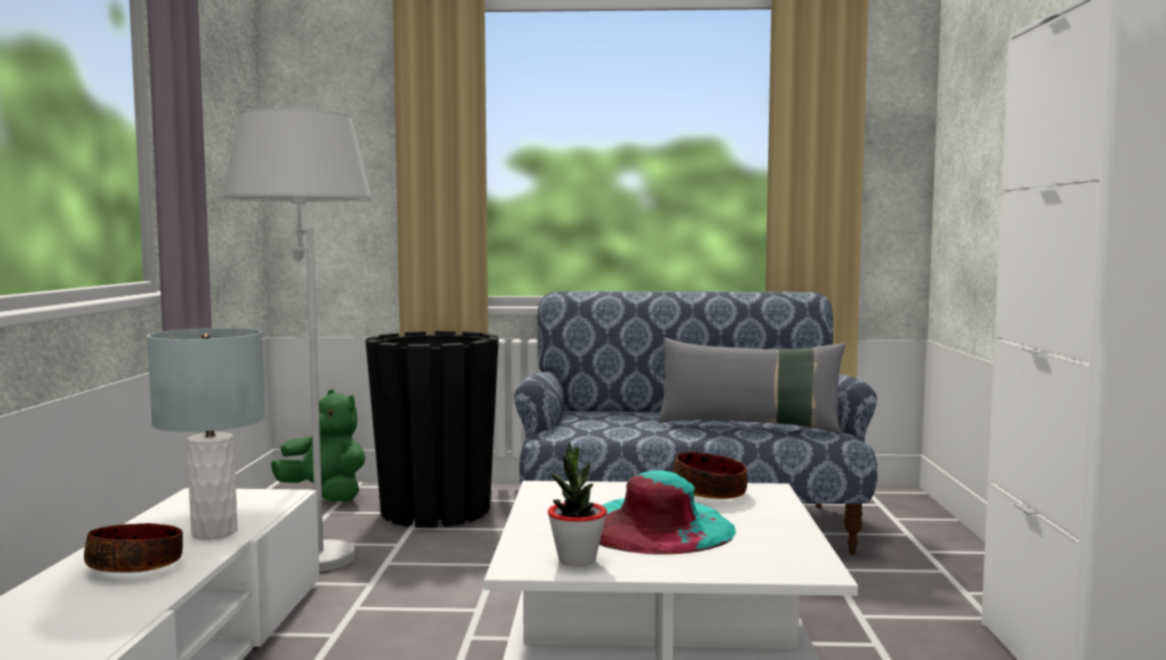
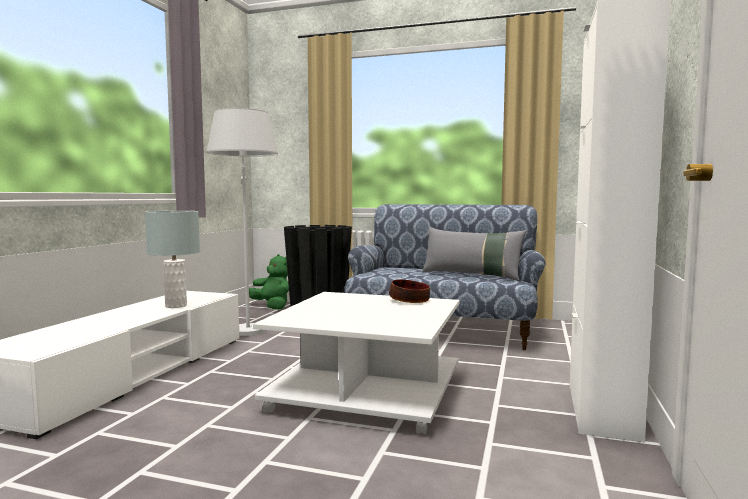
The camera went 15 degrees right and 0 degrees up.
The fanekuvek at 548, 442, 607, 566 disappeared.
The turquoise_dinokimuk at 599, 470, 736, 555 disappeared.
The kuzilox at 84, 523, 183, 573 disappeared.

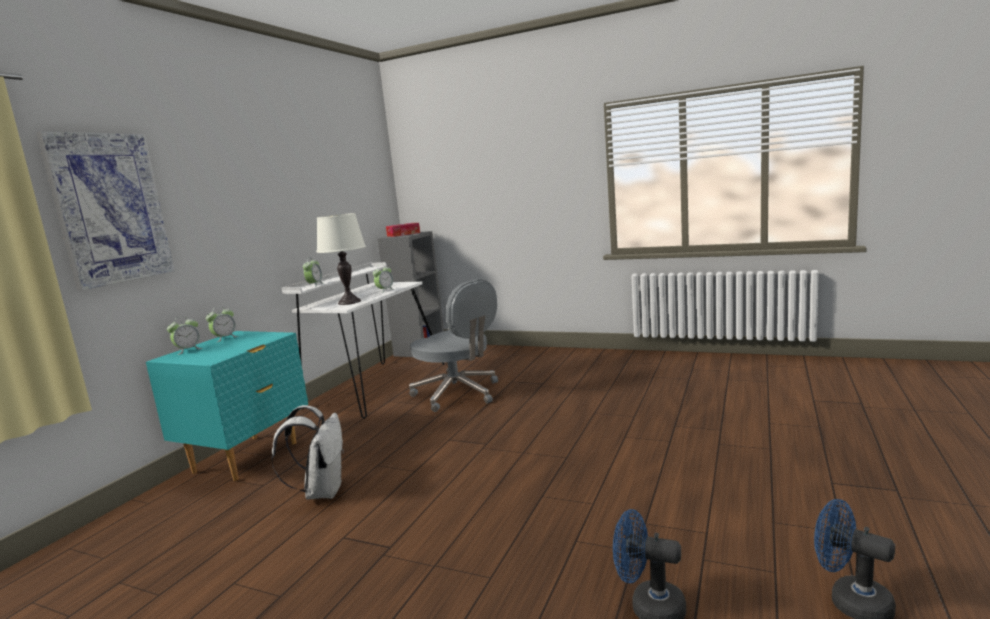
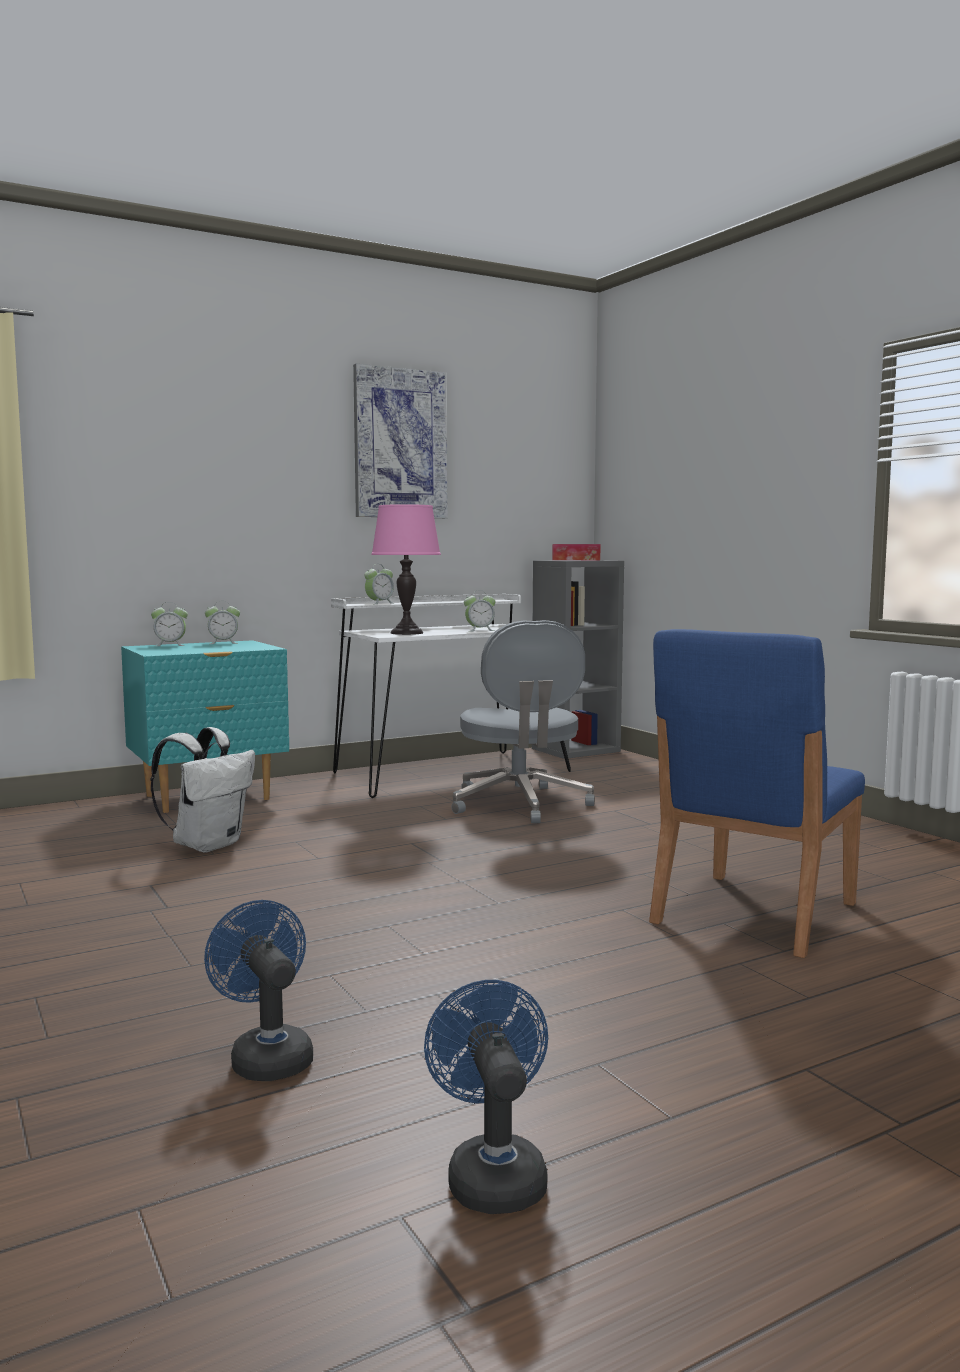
The camera went 35 degrees right and 5 degrees down.
The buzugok moved from 36, 131, 175, 290 to 353, 363, 447, 518.
The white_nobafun at 316, 213, 366, 305 became the pink_nobafun at 371, 504, 441, 635.
The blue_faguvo at 649, 629, 865, 958 appeared.

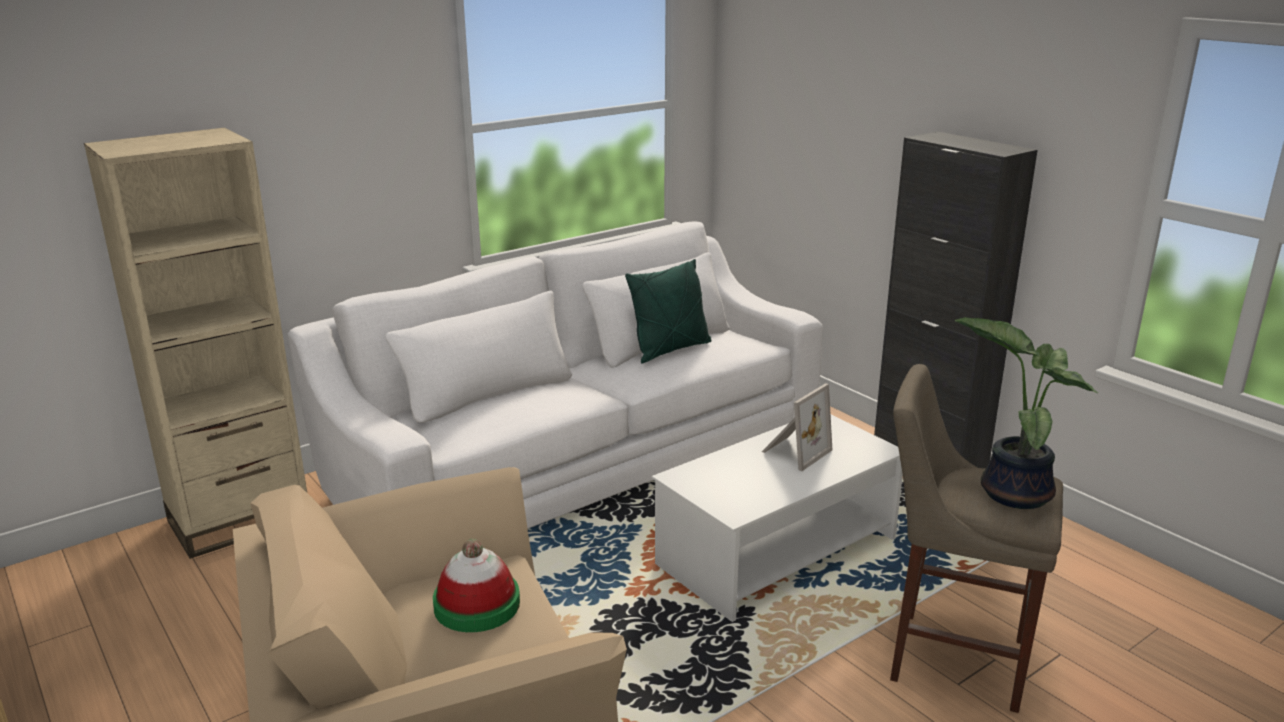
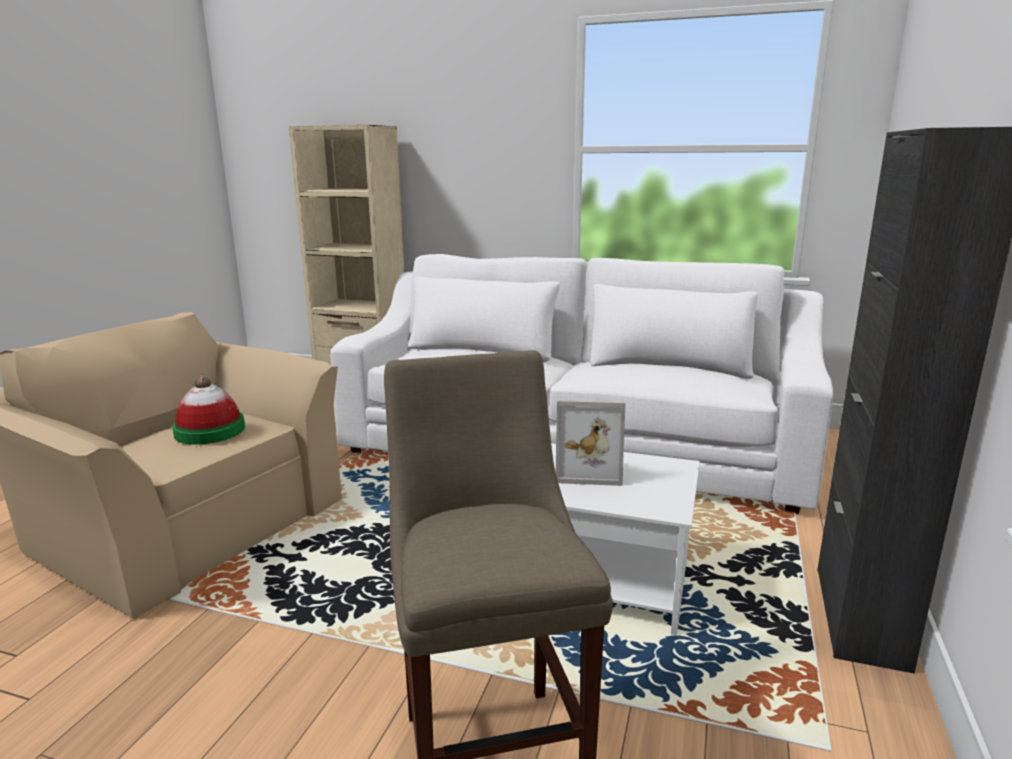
The camera went 55 degrees right and 5 degrees down.
The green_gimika at 625, 259, 712, 363 disappeared.
The fanekuvek at 955, 317, 1098, 509 disappeared.

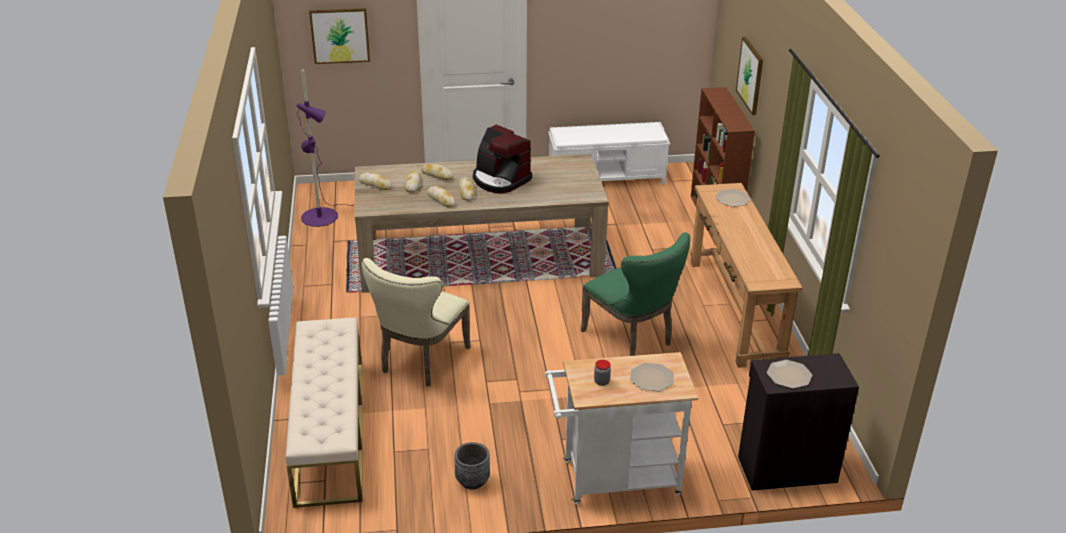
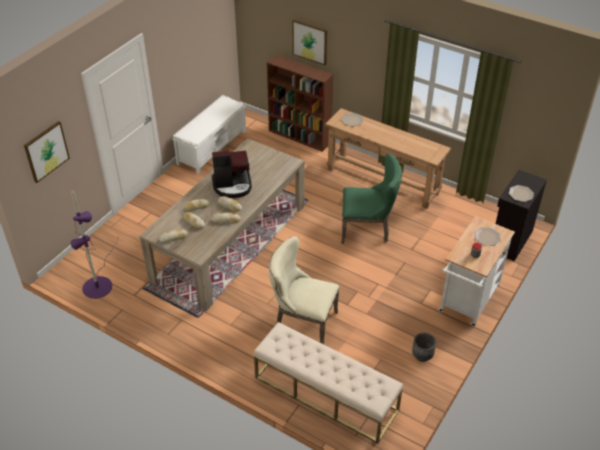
The camera went 50 degrees left and 10 degrees up.
The beige_faguvo at 362, 258, 471, 386 turned 135 degrees clockwise.

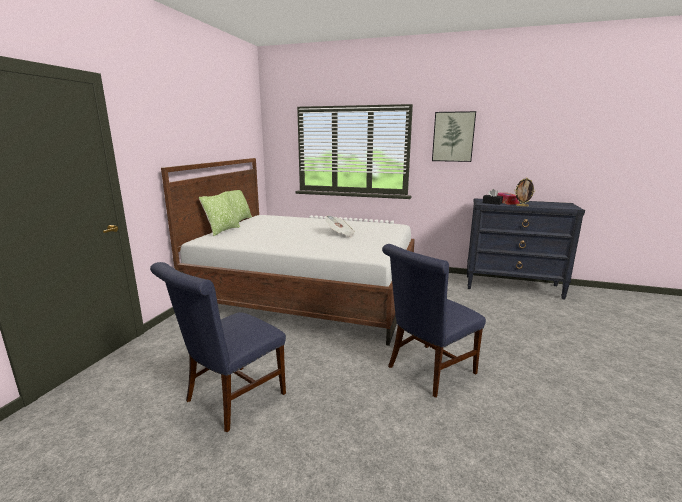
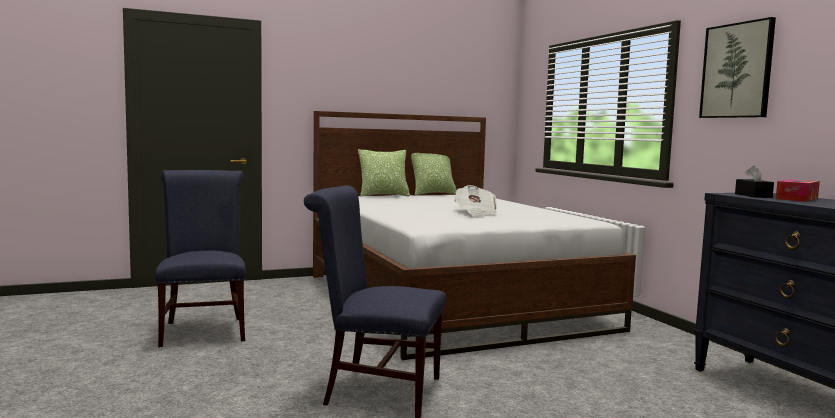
The camera went 50 degrees right and 10 degrees down.
The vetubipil at 514, 178, 535, 207 disappeared.
The blue_faguvo at 150, 262, 286, 433 turned 75 degrees clockwise.

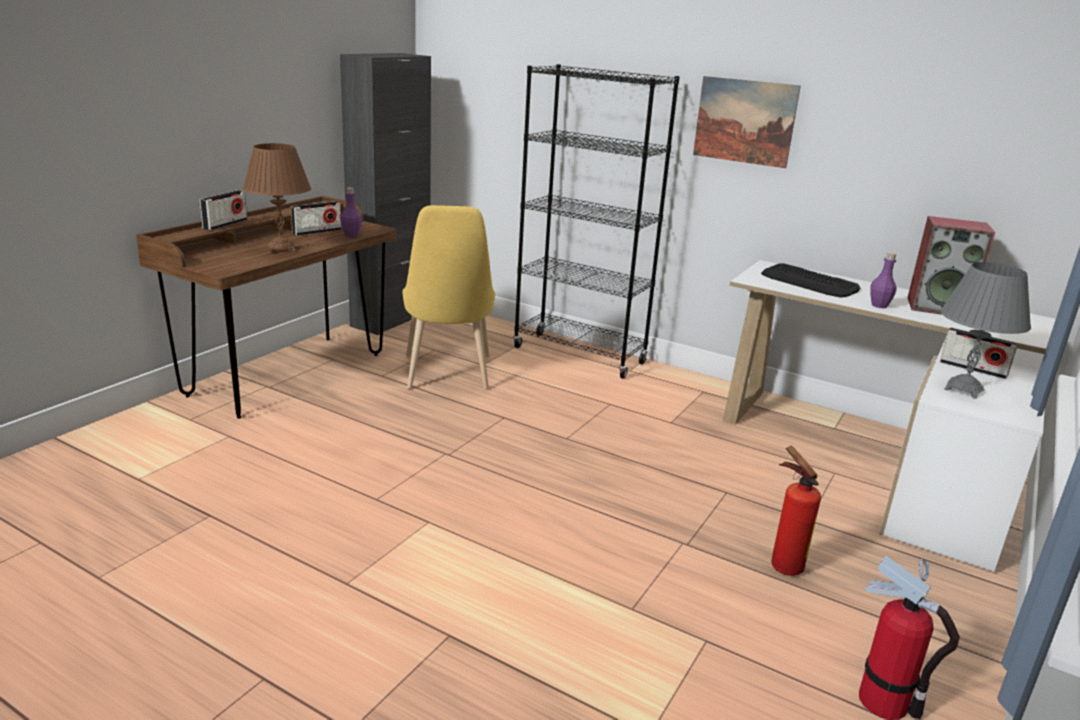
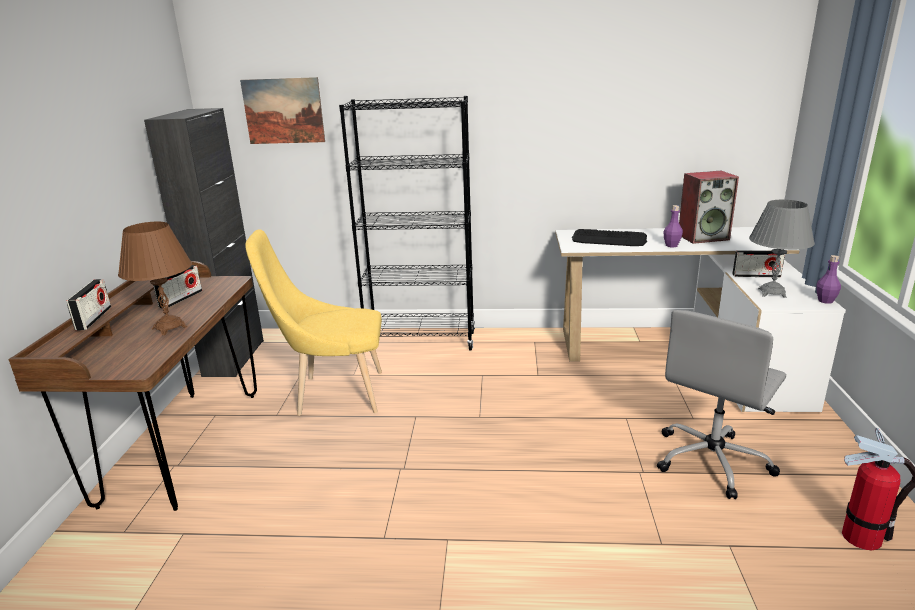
The camera went 25 degrees left and 0 degrees up.
The buzugok moved from 693, 76, 801, 168 to 240, 77, 325, 144.
The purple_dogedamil moved from 340, 187, 362, 237 to 817, 255, 841, 304.
The yellow_faguvo at 403, 205, 495, 389 turned 120 degrees clockwise.
The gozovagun at 771, 445, 821, 576 was replaced by the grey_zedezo at 657, 310, 786, 499.

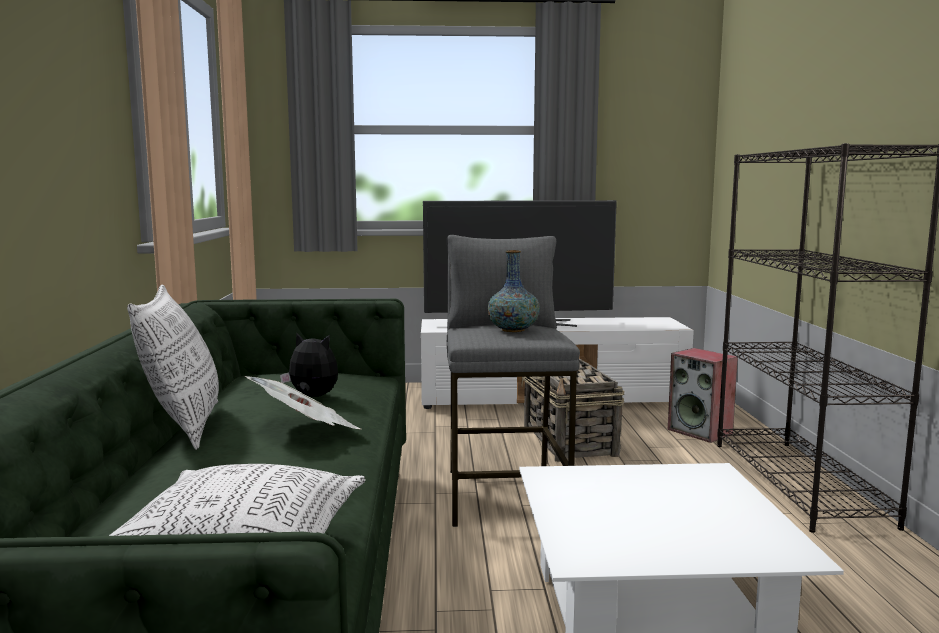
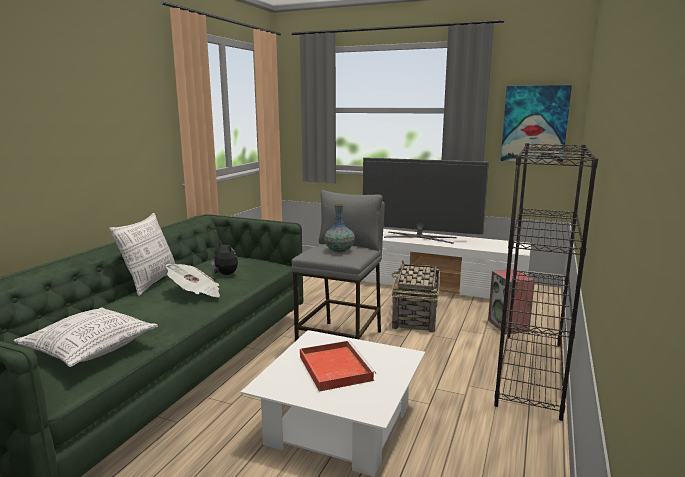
The camera went 25 degrees right and 5 degrees up.
The buzugok at 501, 85, 572, 163 appeared.
The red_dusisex at 300, 341, 376, 392 appeared.

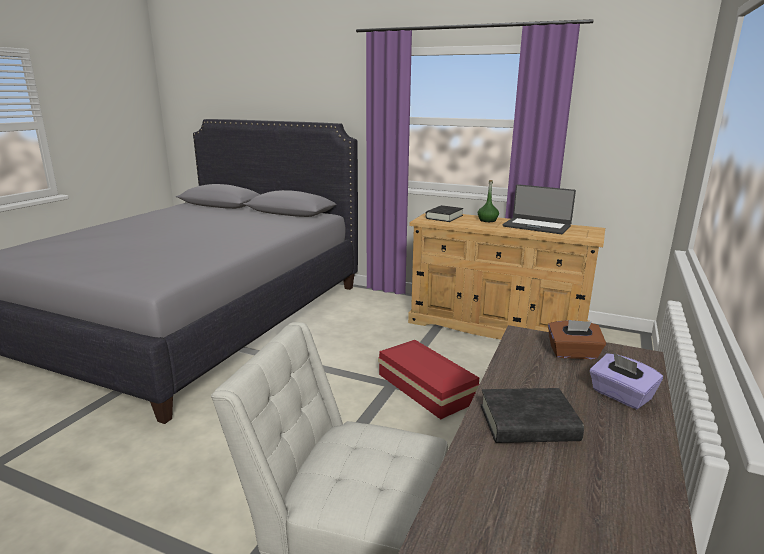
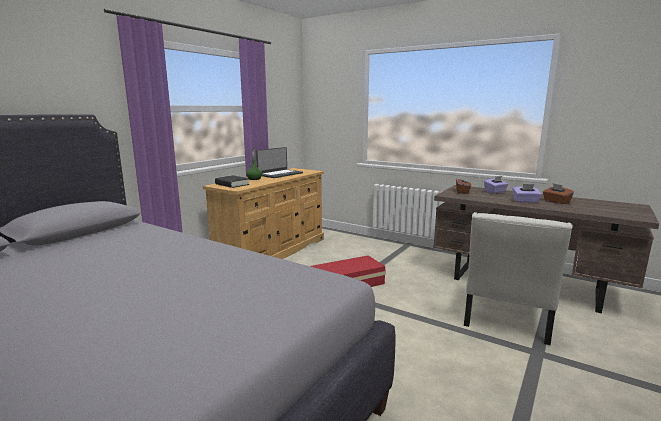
The camera went 80 degrees left and 5 degrees down.
The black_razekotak at 481, 388, 584, 443 was replaced by the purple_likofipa at 513, 184, 542, 203.
The brown_likofipa at 543, 183, 574, 204 appeared.

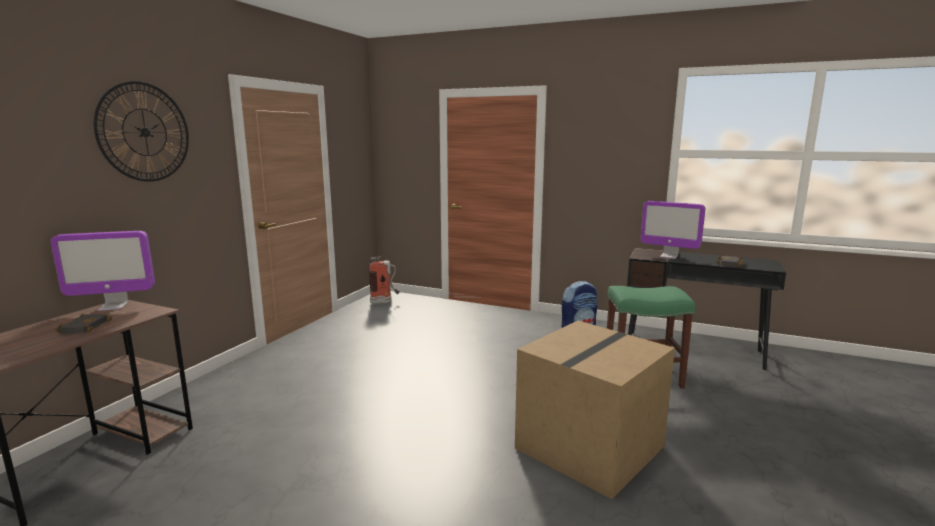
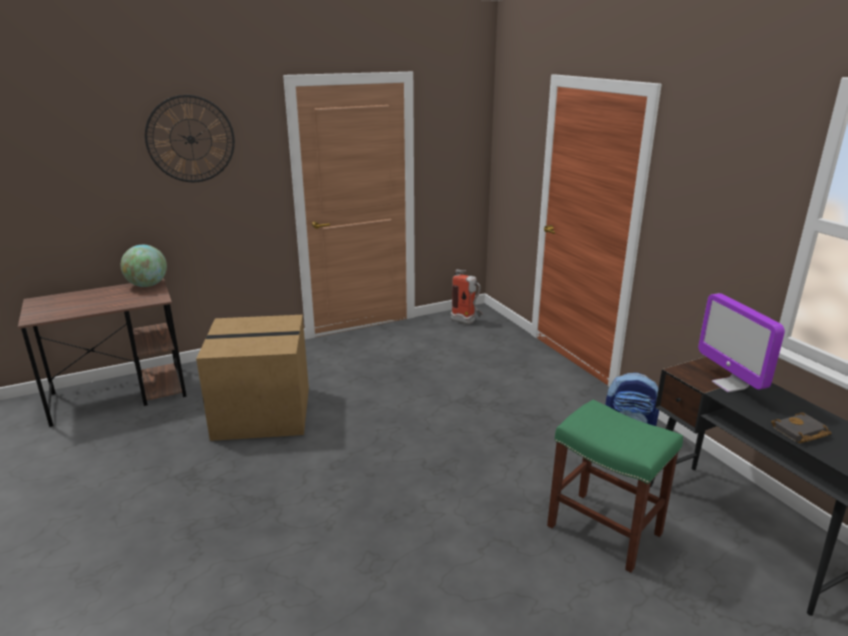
The camera went 40 degrees right and 10 degrees up.
The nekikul at 51, 231, 155, 311 was replaced by the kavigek at 121, 245, 167, 287.
The black_razekotak at 55, 313, 112, 334 disappeared.
The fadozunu moved from 515, 321, 675, 499 to 196, 315, 309, 441.

